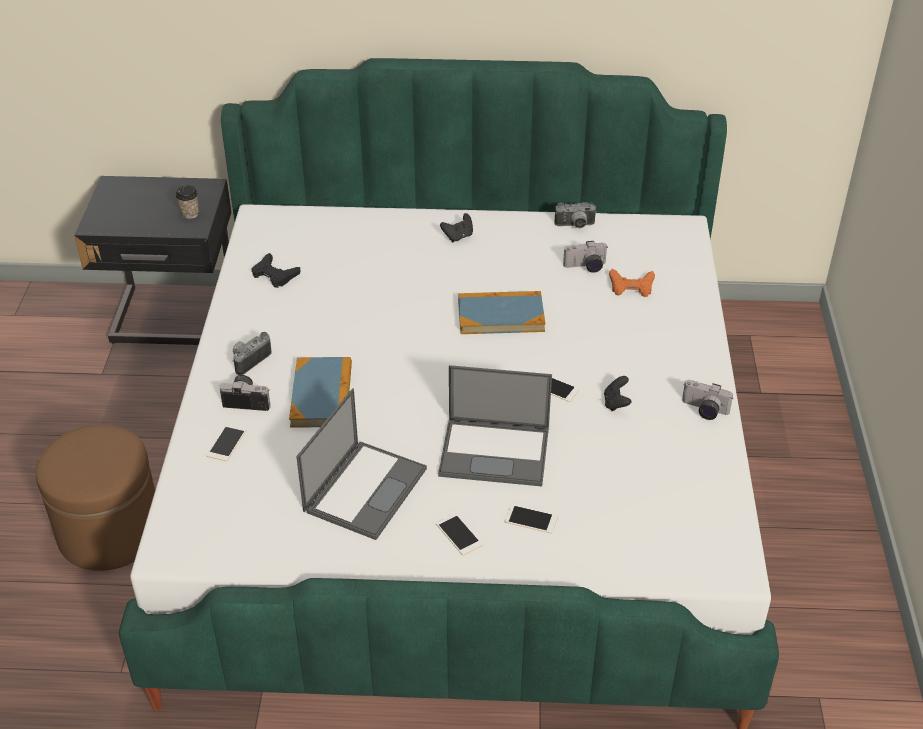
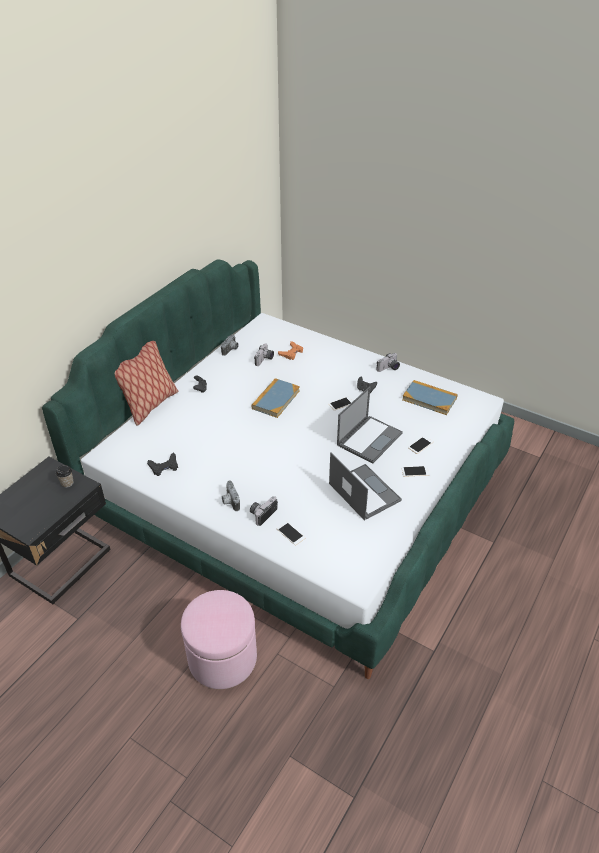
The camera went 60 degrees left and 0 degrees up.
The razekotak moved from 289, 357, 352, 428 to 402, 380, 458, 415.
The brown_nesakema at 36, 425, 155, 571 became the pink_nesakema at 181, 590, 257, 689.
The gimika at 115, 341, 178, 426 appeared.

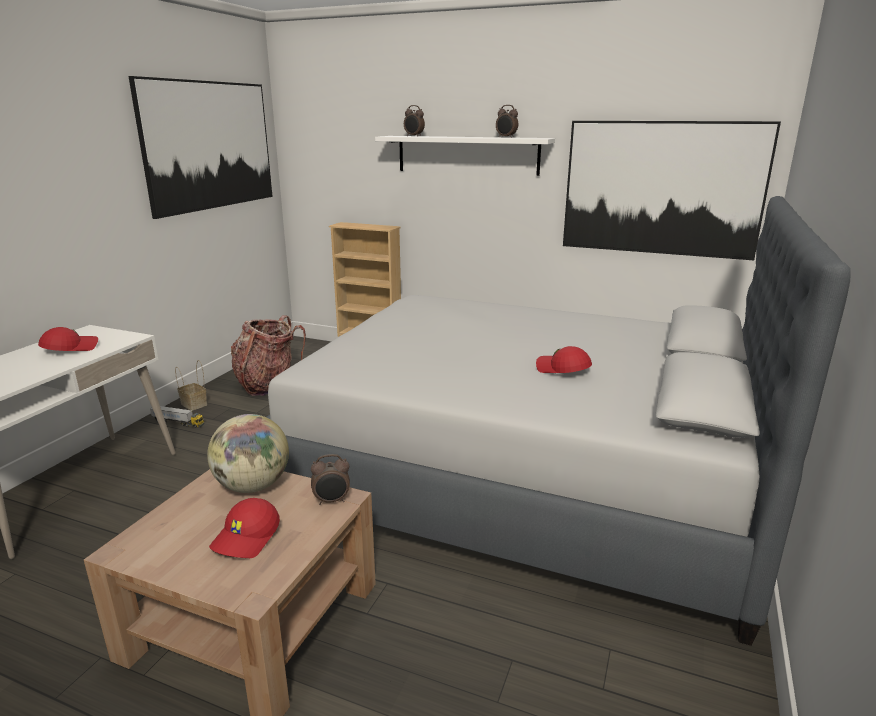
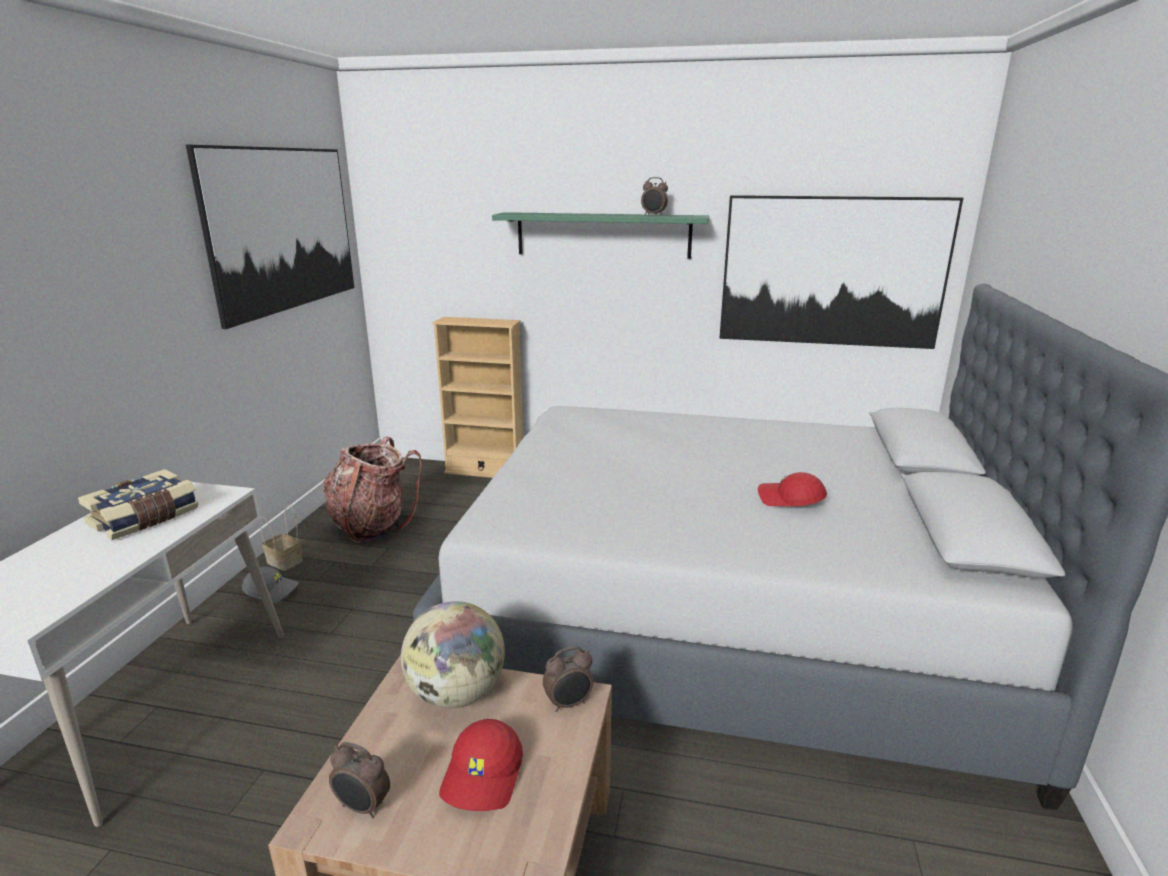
The camera went 10 degrees left and 0 degrees up.
The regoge moved from 404, 105, 425, 136 to 329, 742, 390, 818.
The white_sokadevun at 375, 136, 555, 176 became the green_sokadevun at 492, 212, 709, 259.
The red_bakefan at 38, 327, 98, 351 was replaced by the razekotak at 78, 469, 198, 540.
The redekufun at 150, 406, 204, 428 was replaced by the grey_bakefan at 242, 566, 299, 603.

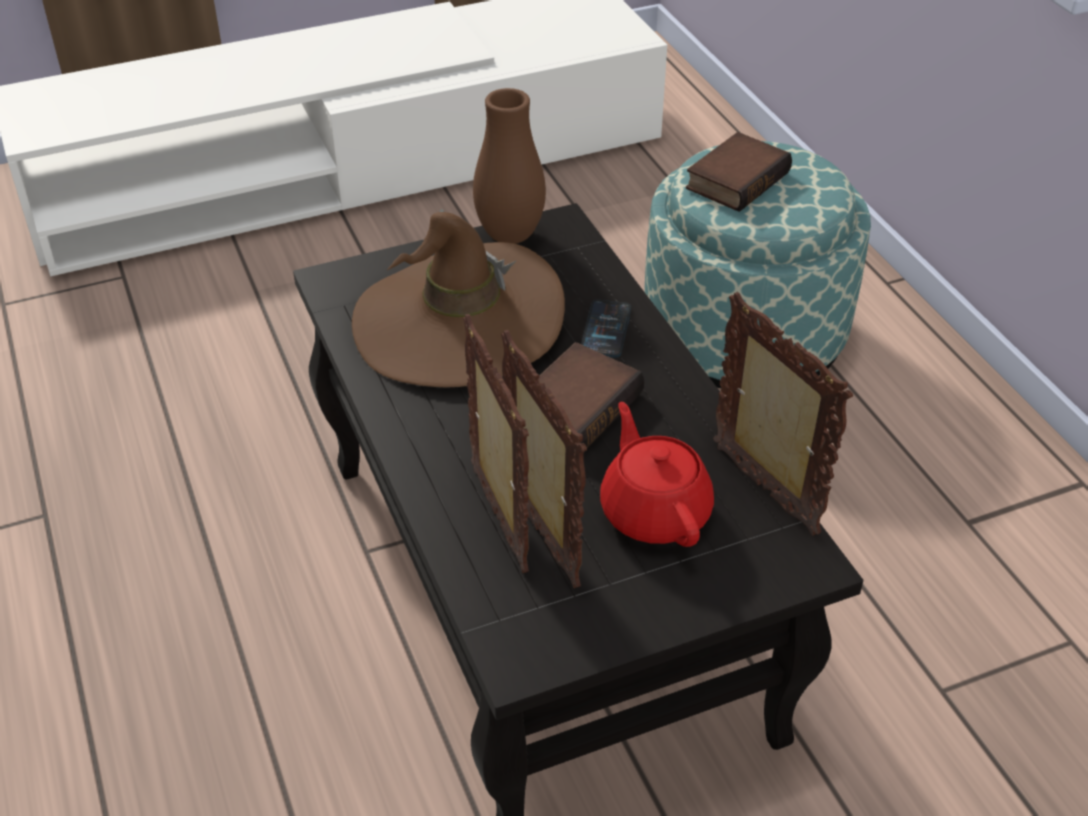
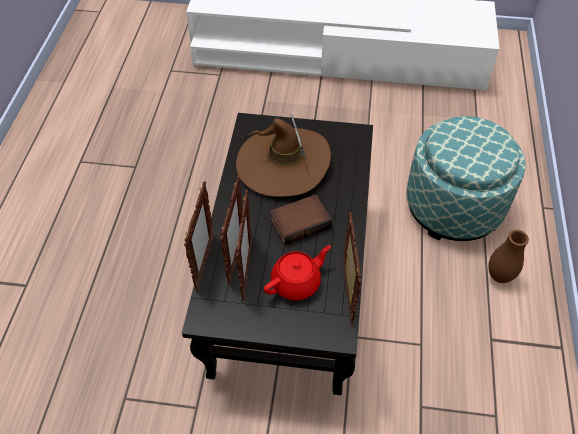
The camera went 30 degrees right and 10 degrees up.
The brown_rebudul moved from 473, 88, 546, 244 to 488, 230, 529, 283.
The razekotak at 686, 132, 792, 212 disappeared.
The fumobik at 581, 300, 631, 358 disappeared.
The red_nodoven at 600, 402, 714, 547 turned 45 degrees clockwise.
The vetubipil at 184, 181, 214, 291 appeared.

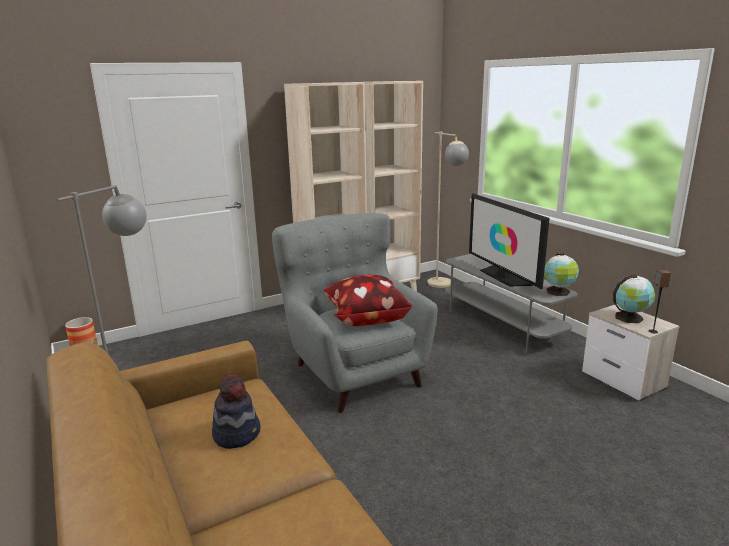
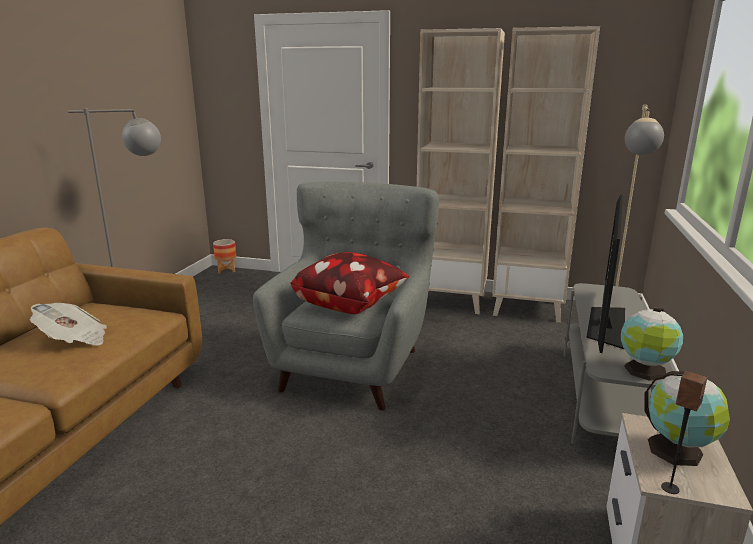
The camera went 45 degrees right and 0 degrees up.
The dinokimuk at 212, 375, 261, 449 was replaced by the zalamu at 30, 303, 107, 345.

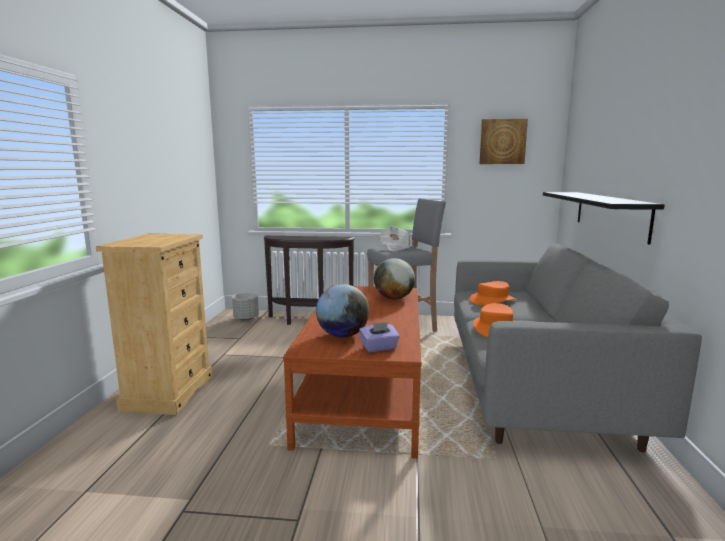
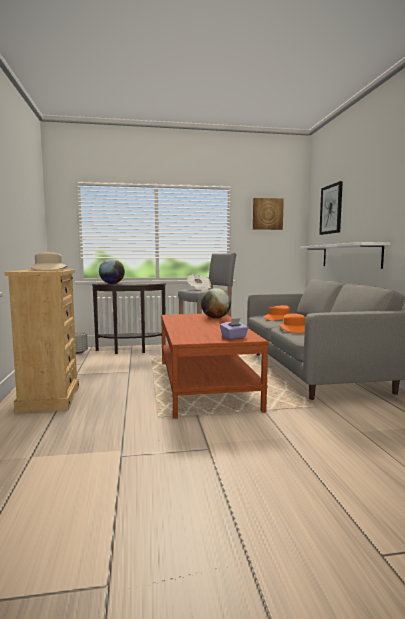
The camera went 15 degrees left and 5 degrees down.
The black_sokadevun at 543, 192, 664, 245 became the white_sokadevun at 300, 242, 391, 269.
The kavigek moved from 316, 284, 369, 338 to 99, 259, 125, 284.
The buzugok at 319, 181, 343, 235 appeared.
The beige_dinokimuk at 30, 252, 68, 271 appeared.

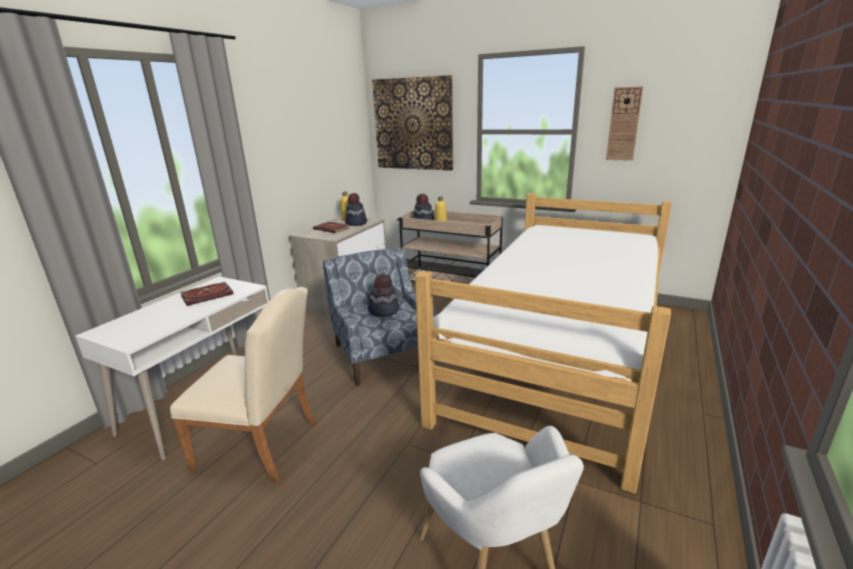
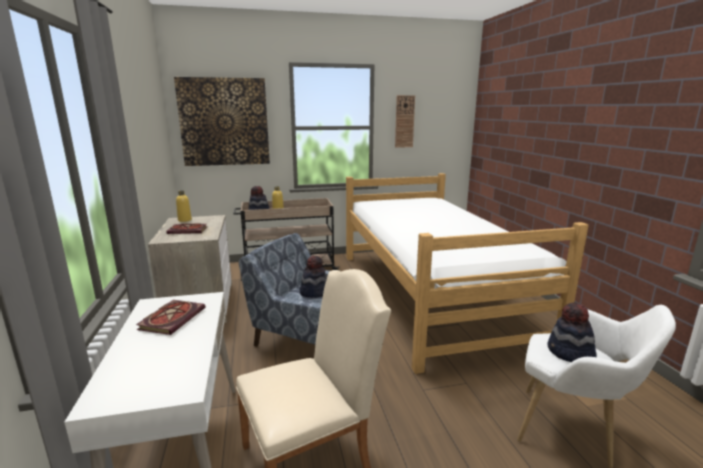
The camera went 40 degrees left and 5 degrees down.
The dinokimuk moved from 345, 193, 367, 226 to 547, 303, 597, 362.

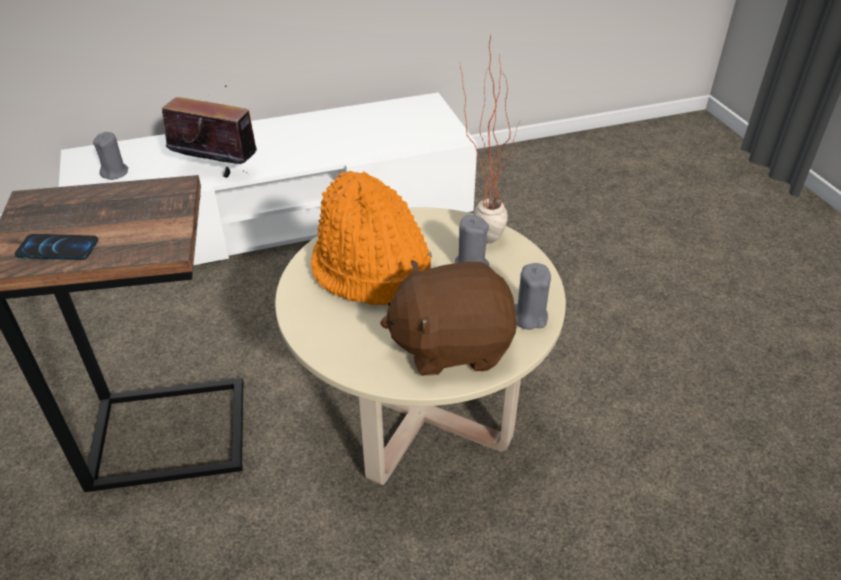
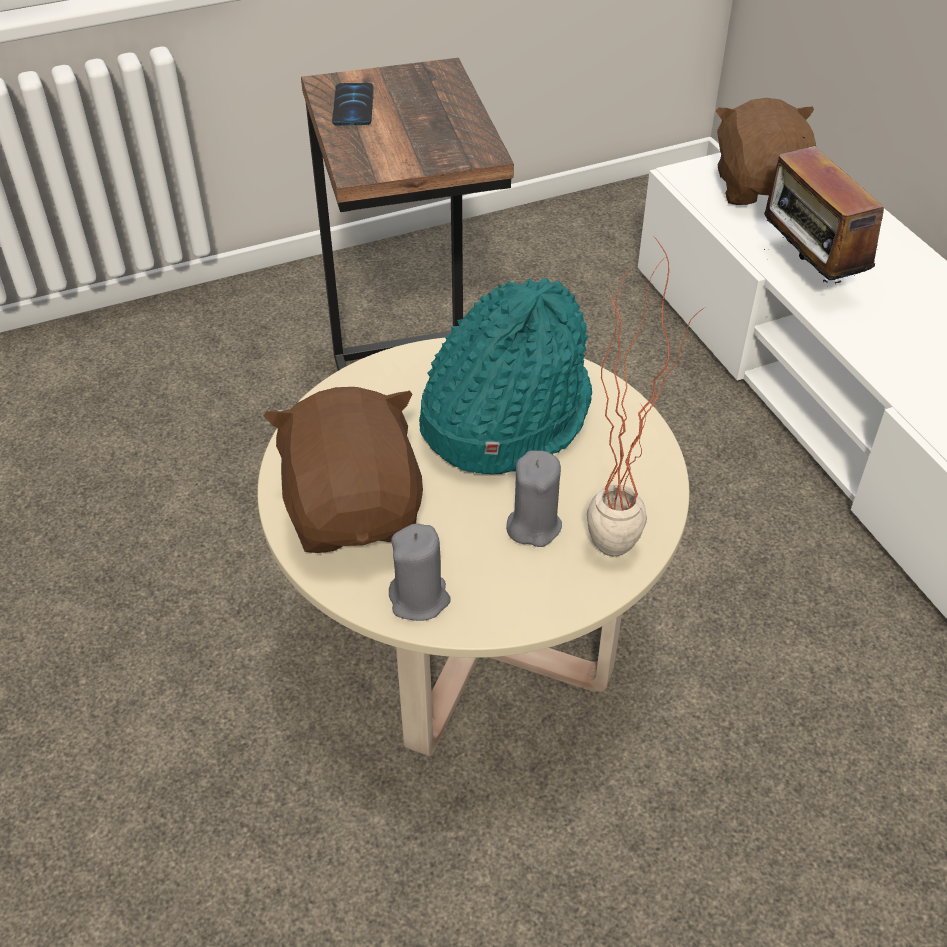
The camera went 85 degrees right and 5 degrees up.
The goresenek at 162, 85, 257, 178 turned 150 degrees clockwise.
The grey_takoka at 93, 132, 128, 180 was replaced by the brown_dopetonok at 716, 98, 816, 205.
The orange_dinokimuk at 311, 171, 432, 305 became the turquoise_dinokimuk at 419, 278, 592, 474.

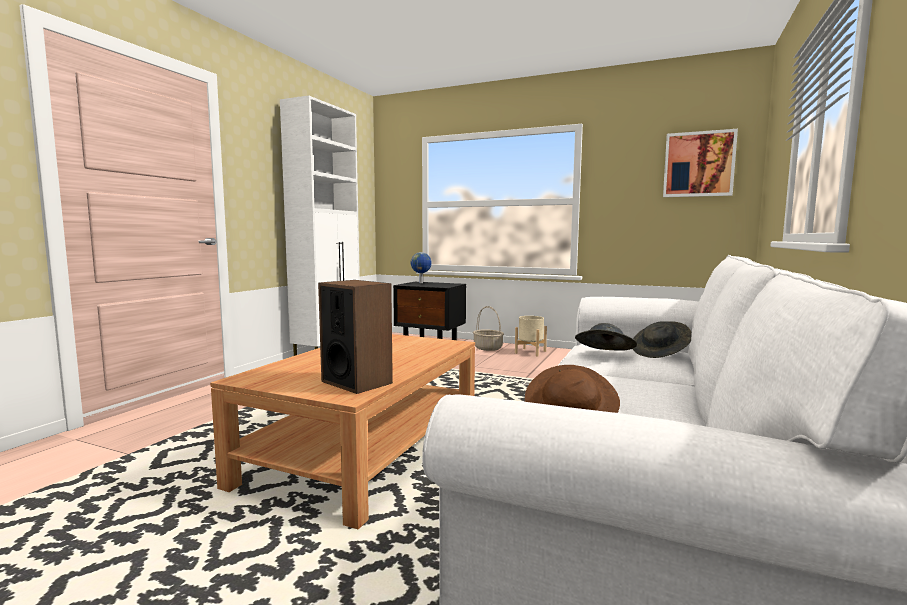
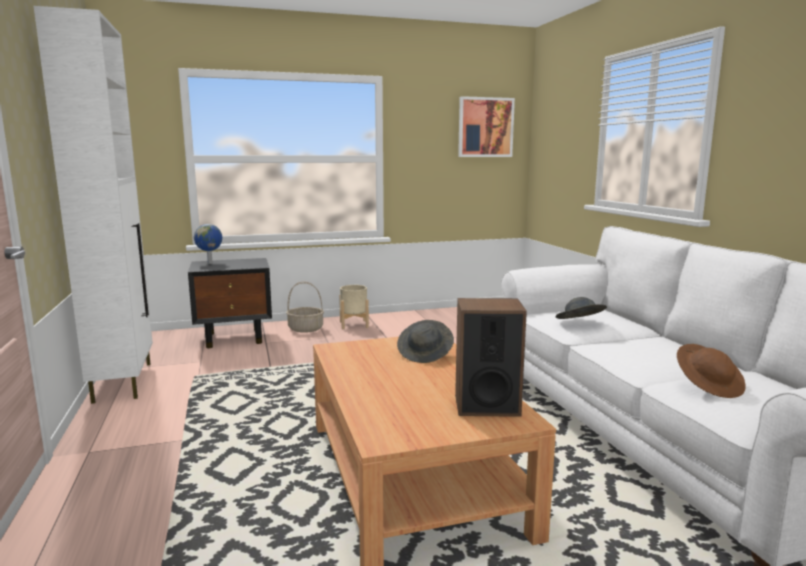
The camera went 40 degrees left and 5 degrees up.
The grey_dinokimuk moved from 633, 321, 692, 358 to 397, 320, 454, 363.

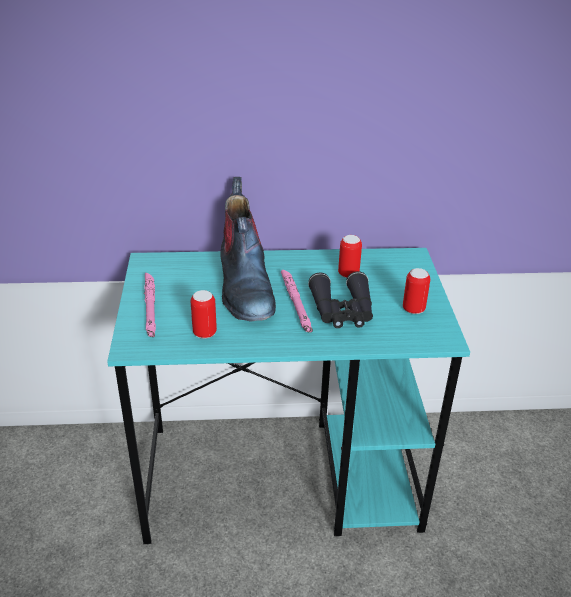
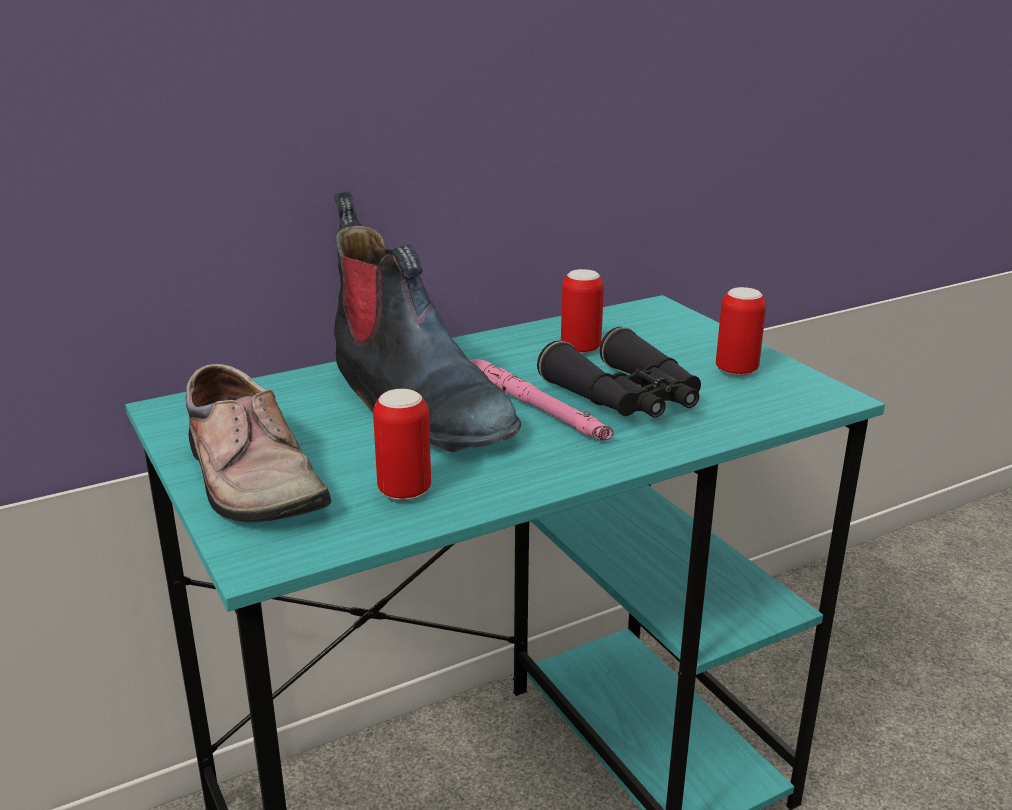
The camera went 25 degrees left and 10 degrees down.
The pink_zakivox at 144, 273, 156, 337 was replaced by the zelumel at 186, 364, 331, 522.

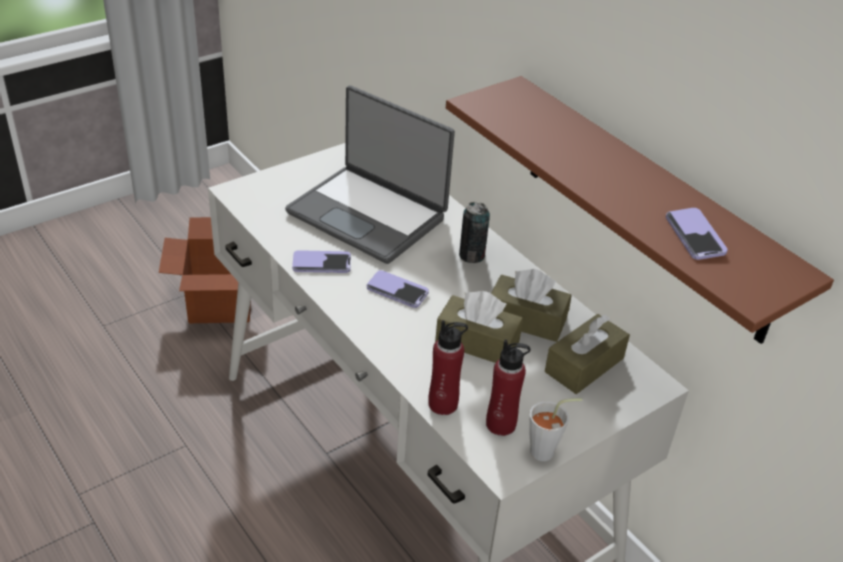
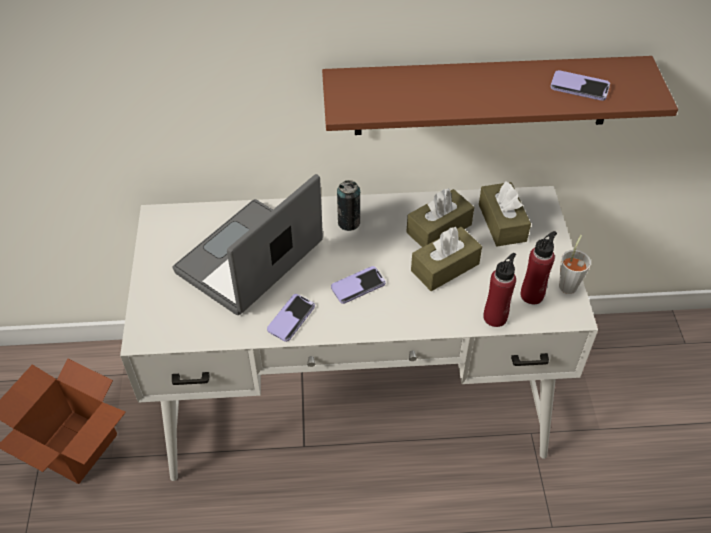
The camera went 55 degrees left and 10 degrees up.
The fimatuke at 285, 85, 455, 264 turned 150 degrees clockwise.

